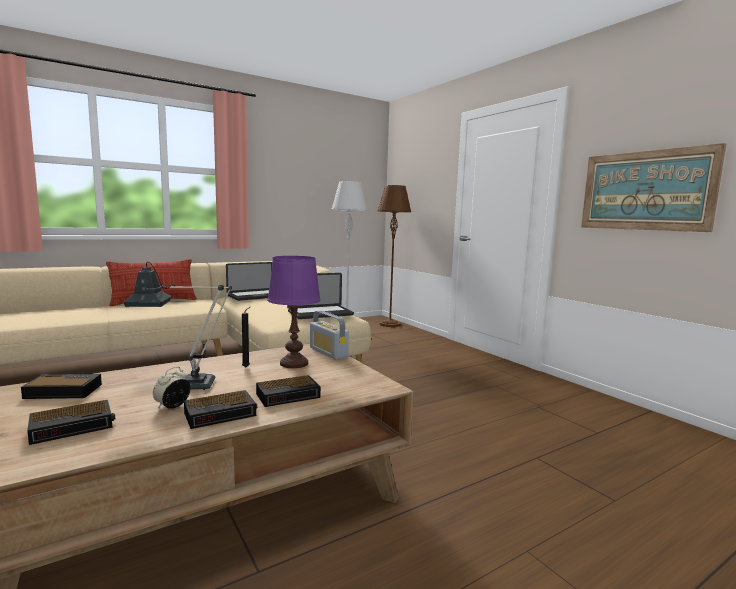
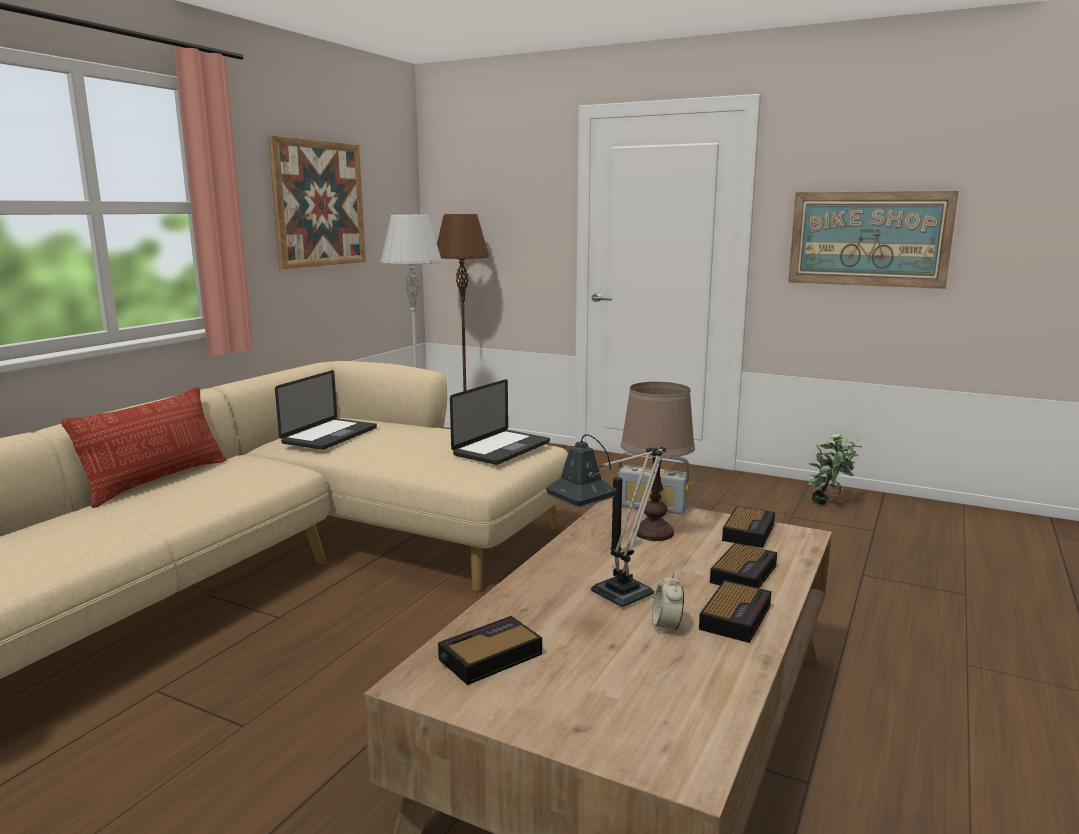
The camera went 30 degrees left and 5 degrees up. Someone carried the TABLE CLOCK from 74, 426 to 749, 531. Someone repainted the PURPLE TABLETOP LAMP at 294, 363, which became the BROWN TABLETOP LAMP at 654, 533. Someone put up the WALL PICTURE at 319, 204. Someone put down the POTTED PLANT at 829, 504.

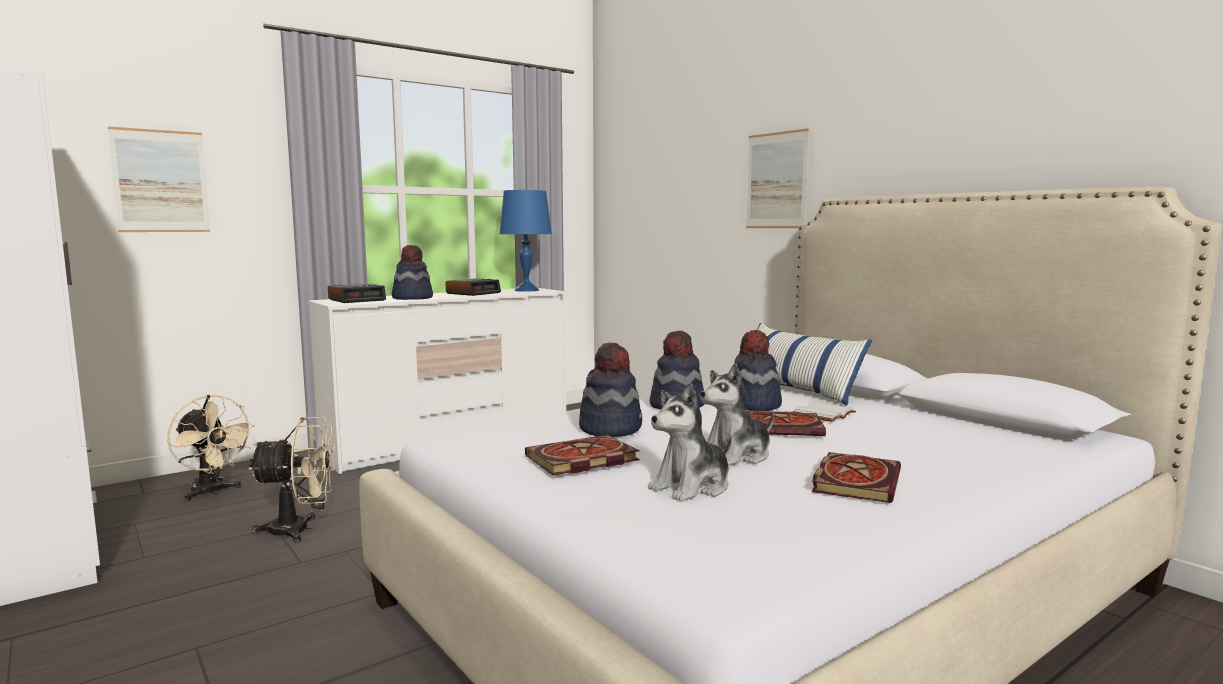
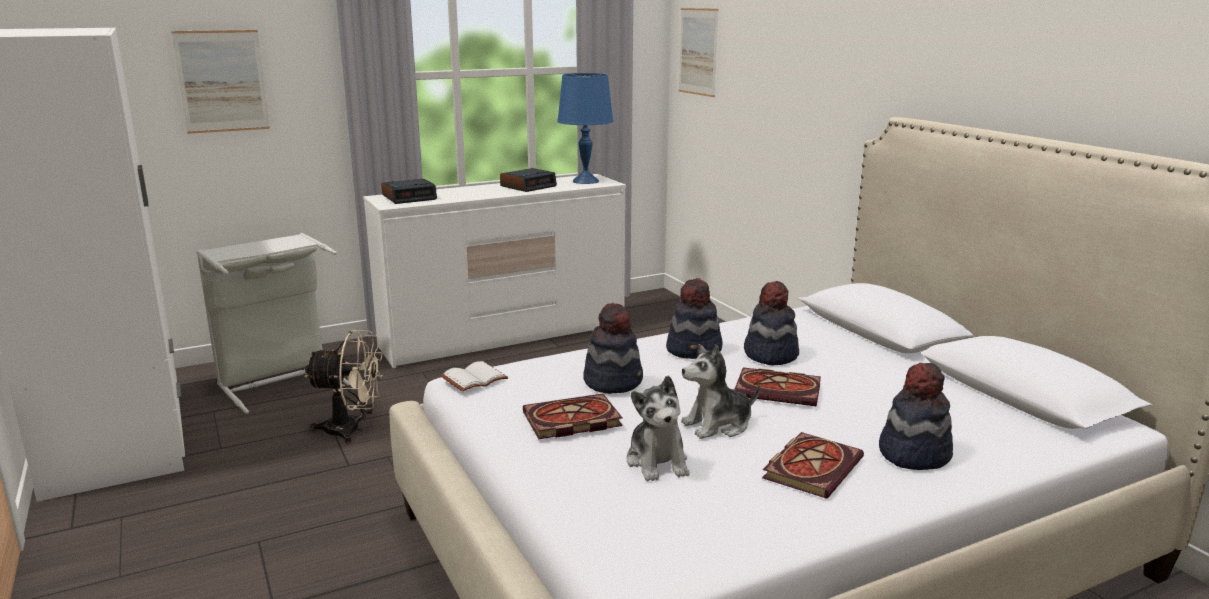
The camera went 10 degrees right and 10 degrees up. Someone swapped the SAND-COLOURED COOLING FAN at 212, 492 for the GRAY HAMPER at 279, 381. Someone carried the WEARABLE HAT from 412, 298 to 913, 453. Someone rotated the SOFT TOY at 692, 487 by 75 degrees counterclockwise. Someone carried the WALL PICTURE from 776, 180 to 698, 51. Someone took away the CUSHION at 797, 390. Someone carried the WHITE BOUND BOOK from 822, 414 to 474, 378.

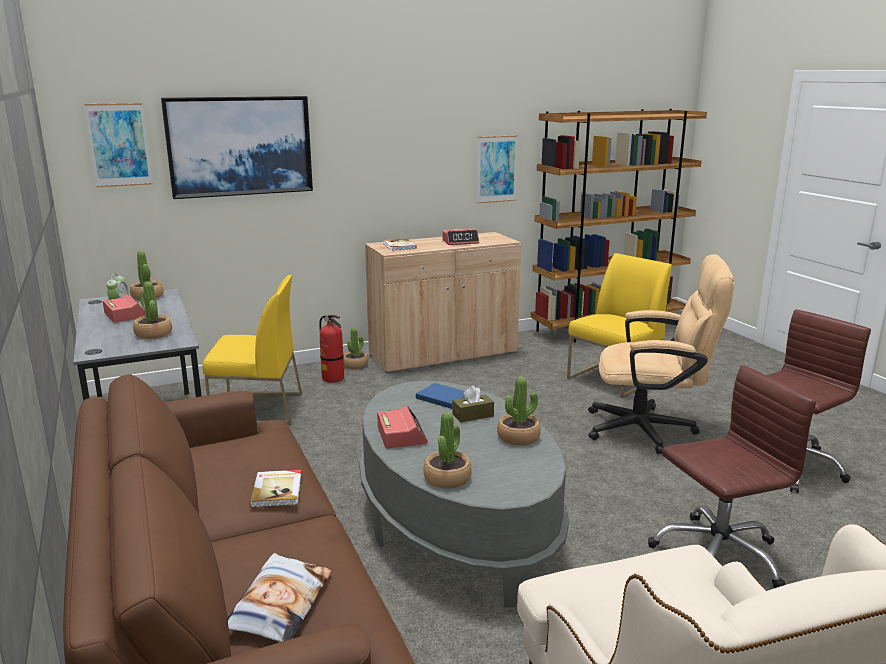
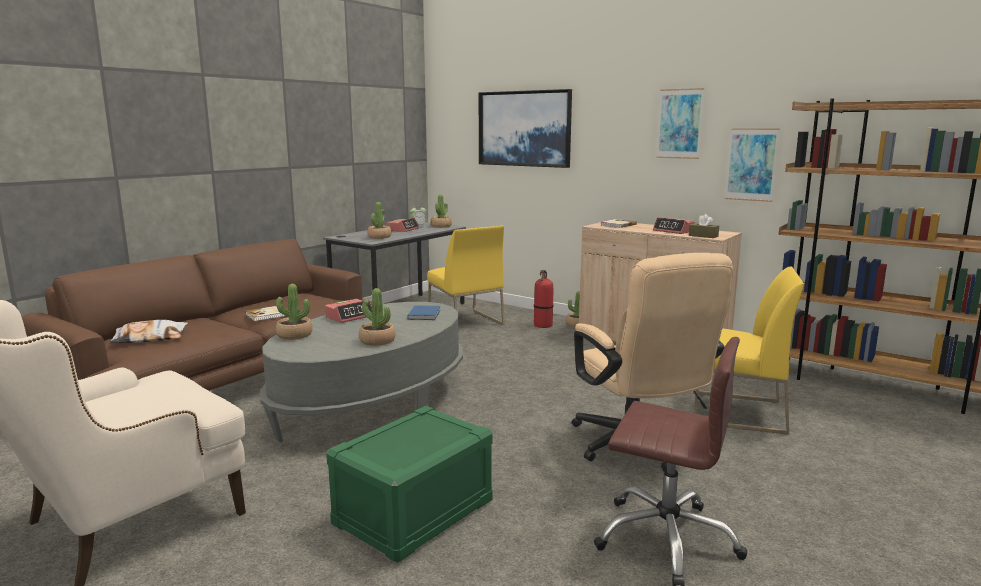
The camera went 60 degrees right and 5 degrees down. Someone carried the WALL PICTURE from 119, 145 to 679, 124. Someone carried the BROWN TISSUE BOX from 473, 415 to 703, 236. Someone swapped the BROWN DESK CHAIR at 717, 555 for the GREENISH STORAGE BOX at 414, 513.

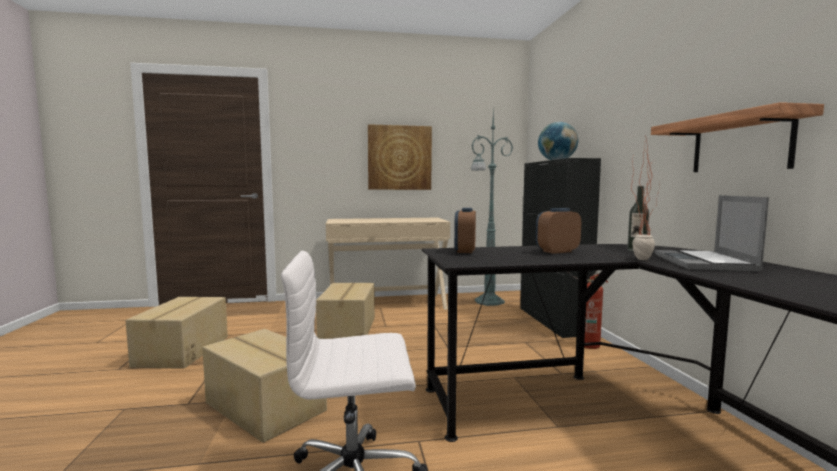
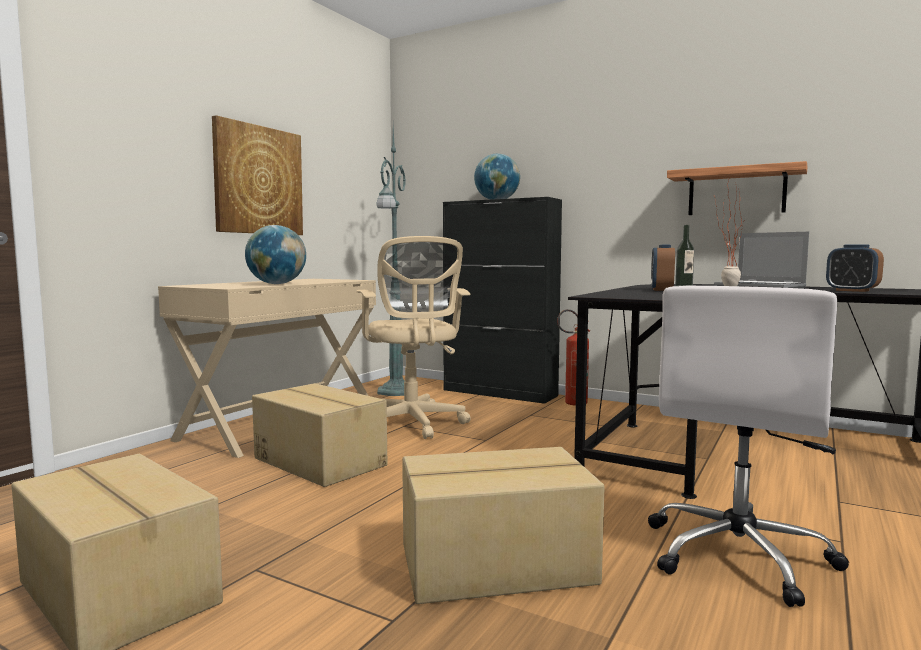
The camera went 50 degrees left and 0 degrees up. Someone carried the TABLE CLOCK from 465, 251 to 852, 290. Someone put down the DESK GLOBE at 277, 284. Someone put down the SAND-COLOURED DESK CHAIR at 413, 424.

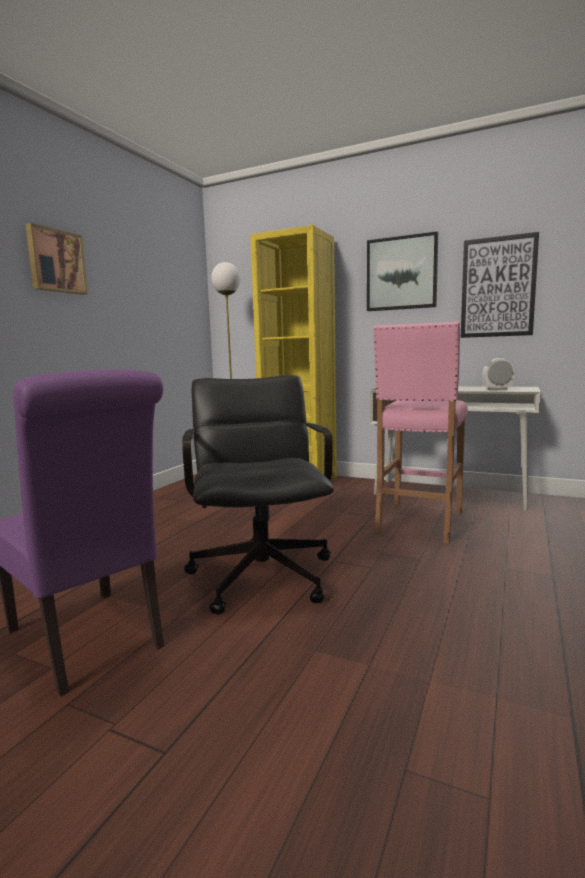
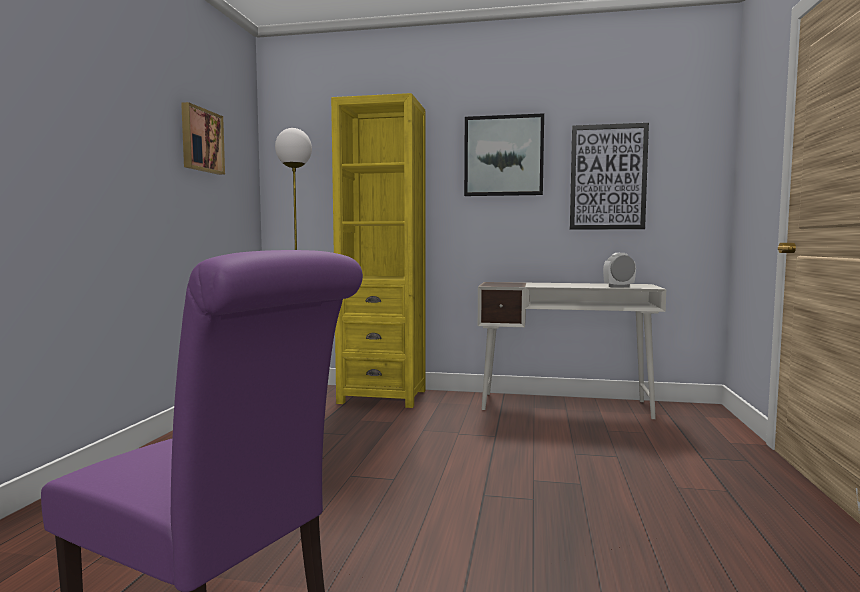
The camera went 15 degrees left and 5 degrees down. Someone carried the WALL PICTURE from 56, 261 to 201, 140. Someone took away the BLACK DESK CHAIR at 261, 570. Someone took away the PINK-COLOURED SITTING STOOL at 419, 523.

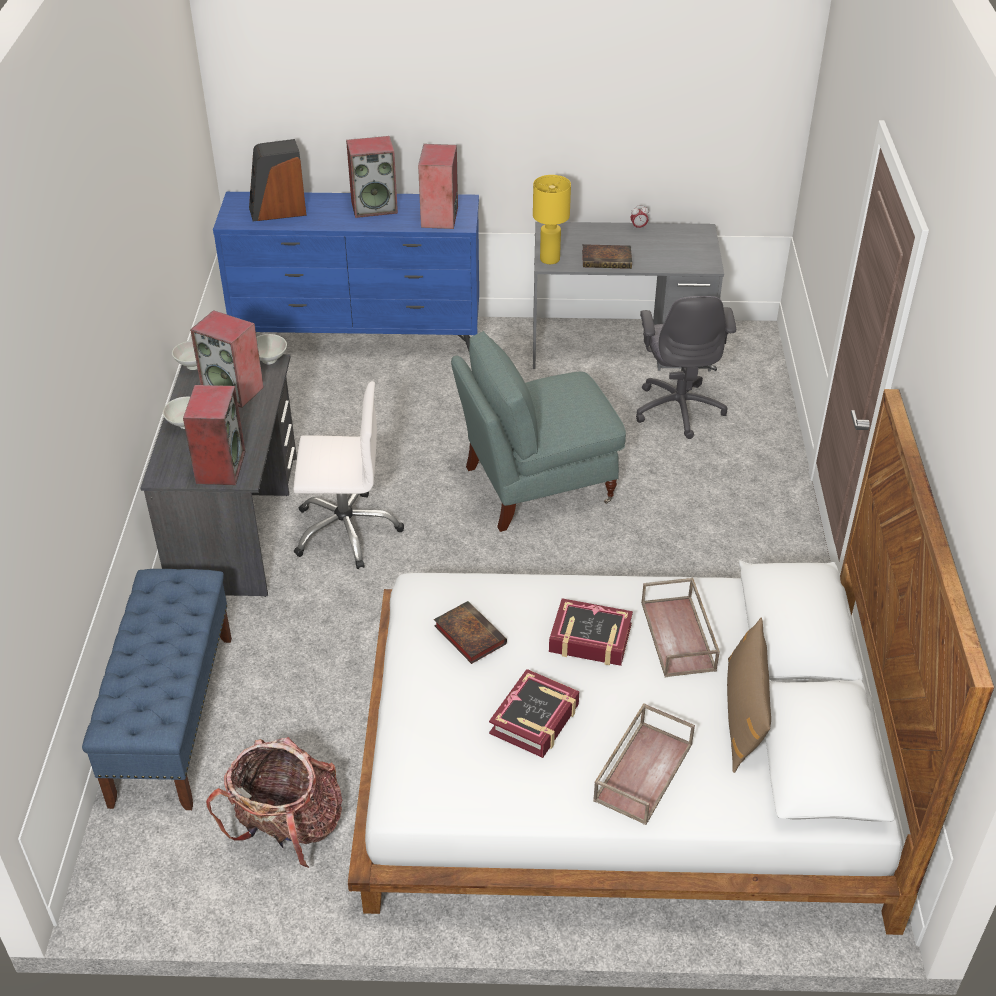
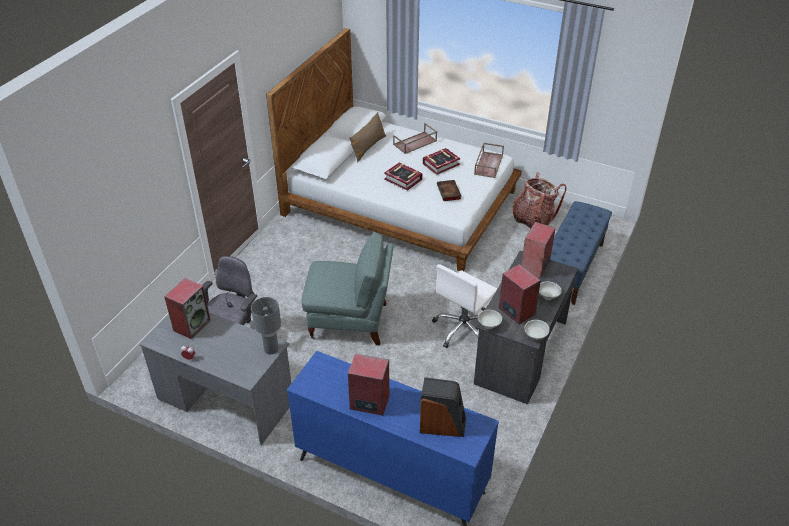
The camera went 155 degrees left and 0 degrees up. Someone rotated the WHITE DESK CHAIR at 346, 530 by 75 degrees counterclockwise. Someone carried the LOUDSPEAKER from 440, 217 to 192, 325. Someone repainted the YELLOW TABLETOP LAMP at 549, 259, which became the GRAY TABLETOP LAMP at 271, 349. Someone took away the BOUND BOOK at 608, 259. Someone carried the BROWN TRAY from 679, 636 to 488, 164.

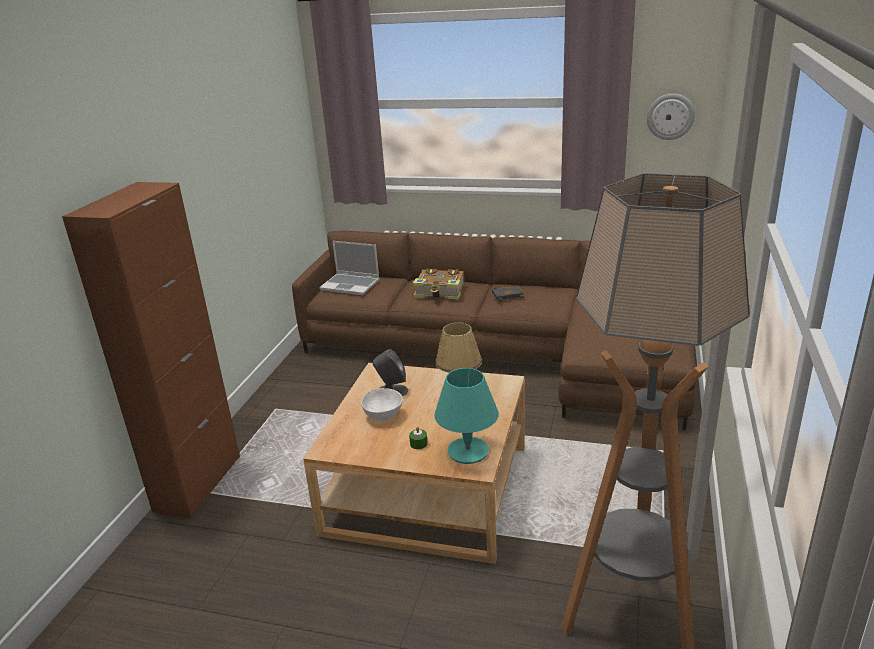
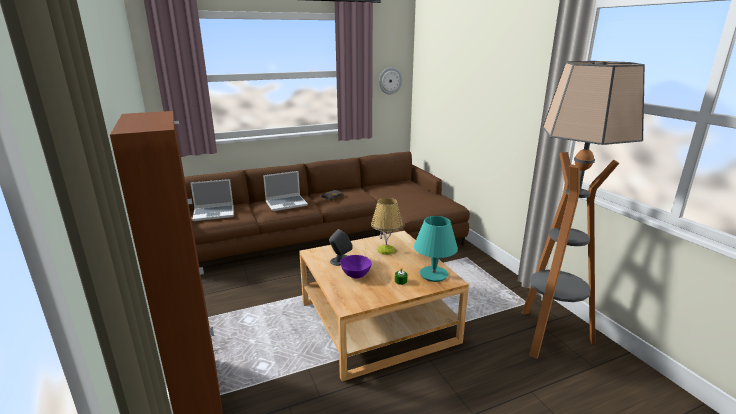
The camera went 40 degrees left and 5 degrees down. Someone repainted the WHITE BOWL at 383, 415, which became the PURPLE BOWL at 355, 274. Someone swapped the BOUND BOOK at 440, 292 for the LAPTOP at 286, 203.

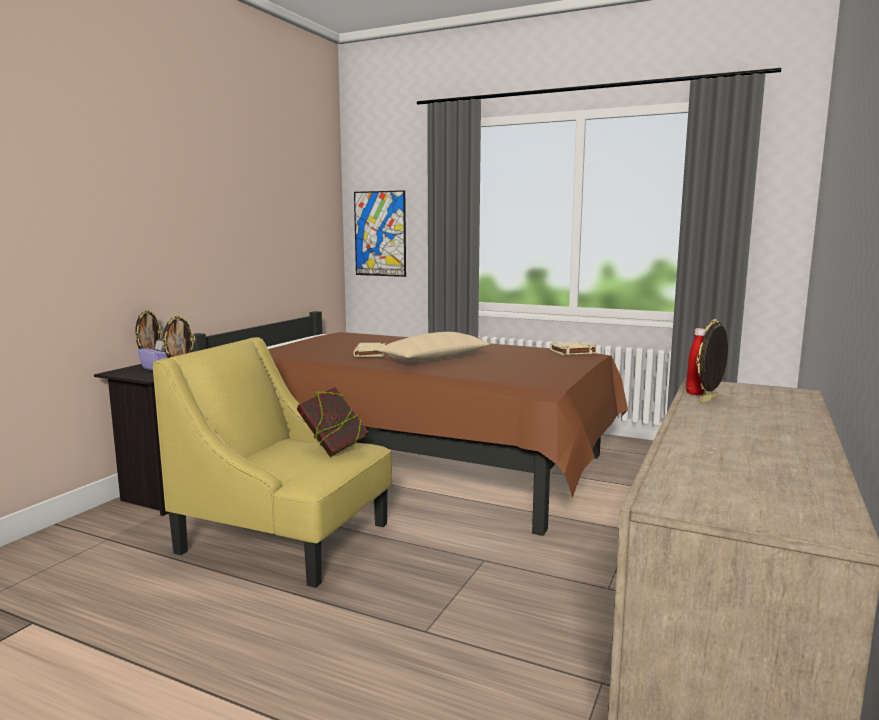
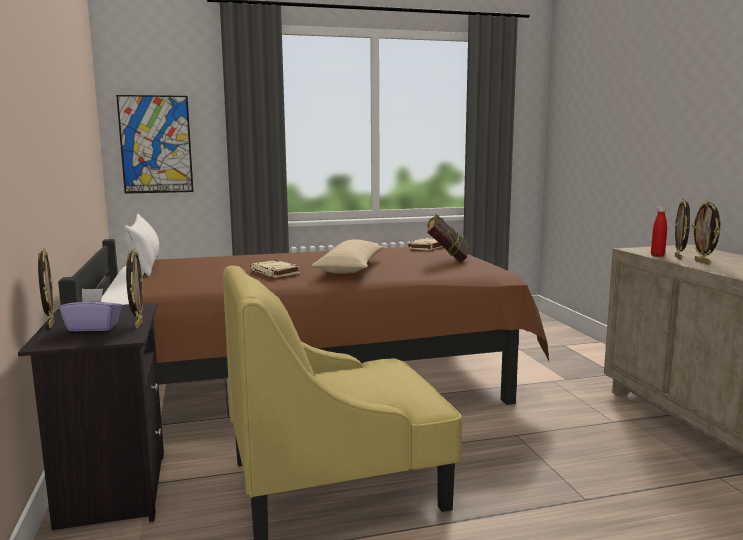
The camera went 40 degrees left and 0 degrees up. Someone carried the BOUND BOOK from 333, 449 to 447, 260. Someone put down the WHITE CUSHION at 145, 266. Someone put down the STANDING FRAME at 703, 262.

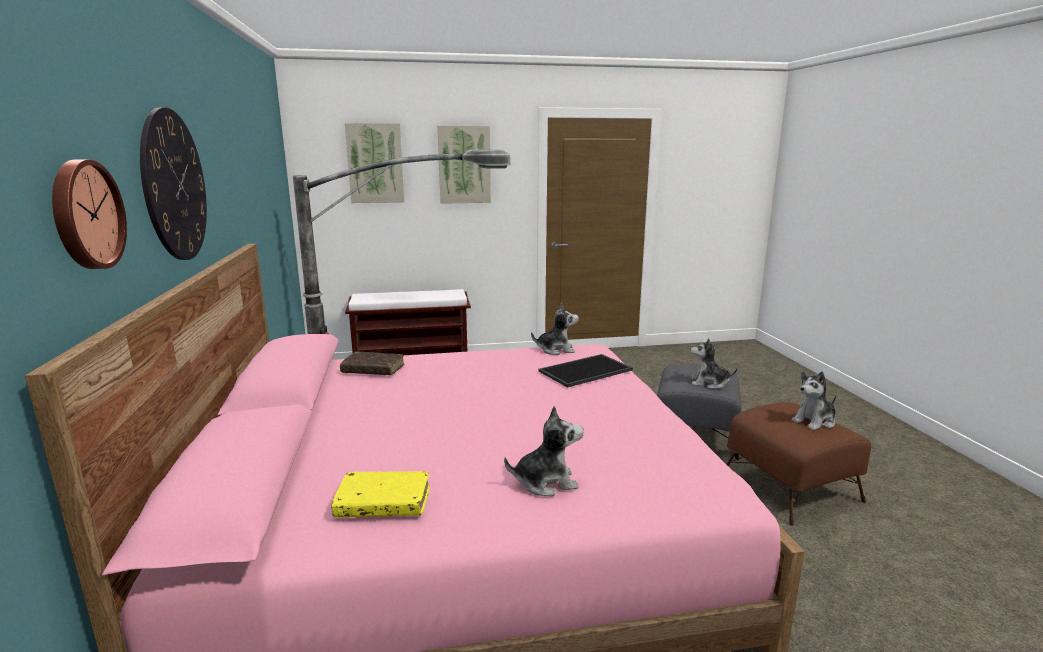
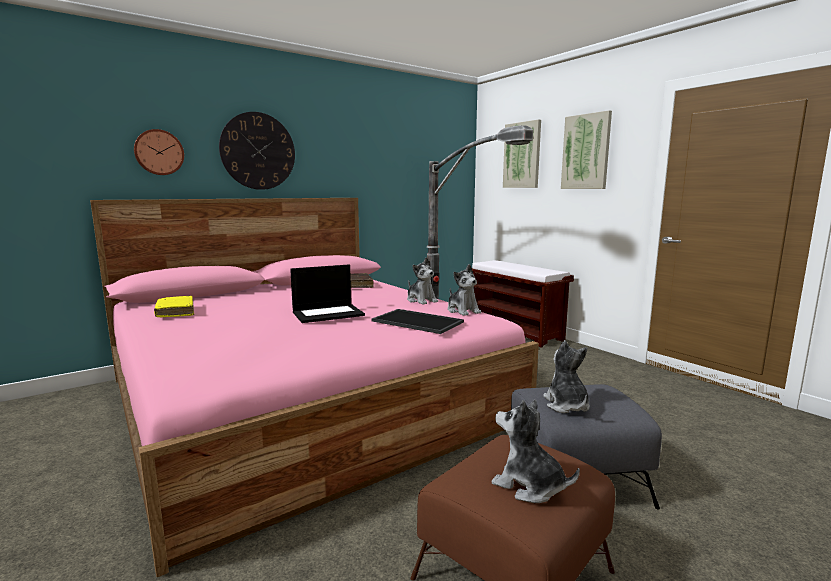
The camera went 65 degrees right and 5 degrees down. Someone carried the SOFT TOY from 546, 482 to 421, 300. Someone put down the LAPTOP at 328, 313.

